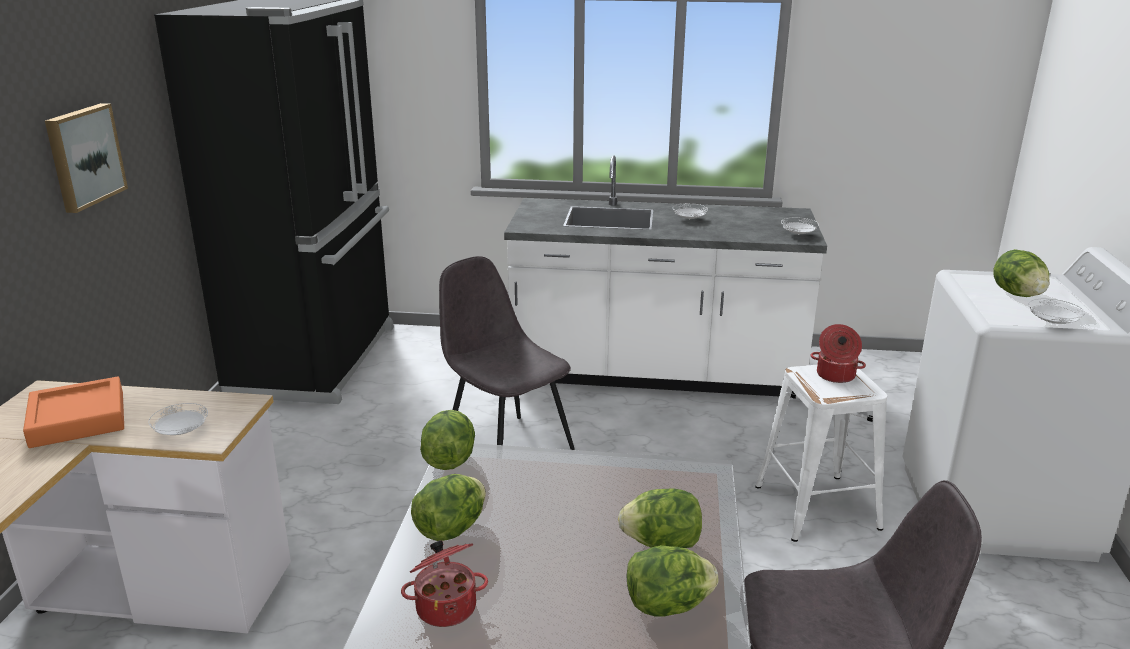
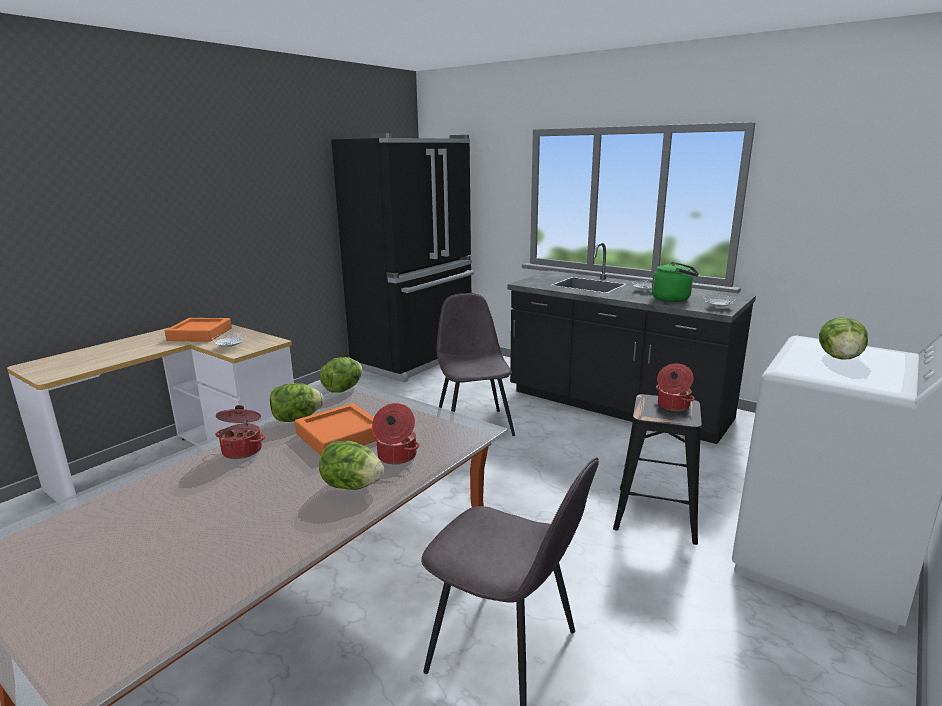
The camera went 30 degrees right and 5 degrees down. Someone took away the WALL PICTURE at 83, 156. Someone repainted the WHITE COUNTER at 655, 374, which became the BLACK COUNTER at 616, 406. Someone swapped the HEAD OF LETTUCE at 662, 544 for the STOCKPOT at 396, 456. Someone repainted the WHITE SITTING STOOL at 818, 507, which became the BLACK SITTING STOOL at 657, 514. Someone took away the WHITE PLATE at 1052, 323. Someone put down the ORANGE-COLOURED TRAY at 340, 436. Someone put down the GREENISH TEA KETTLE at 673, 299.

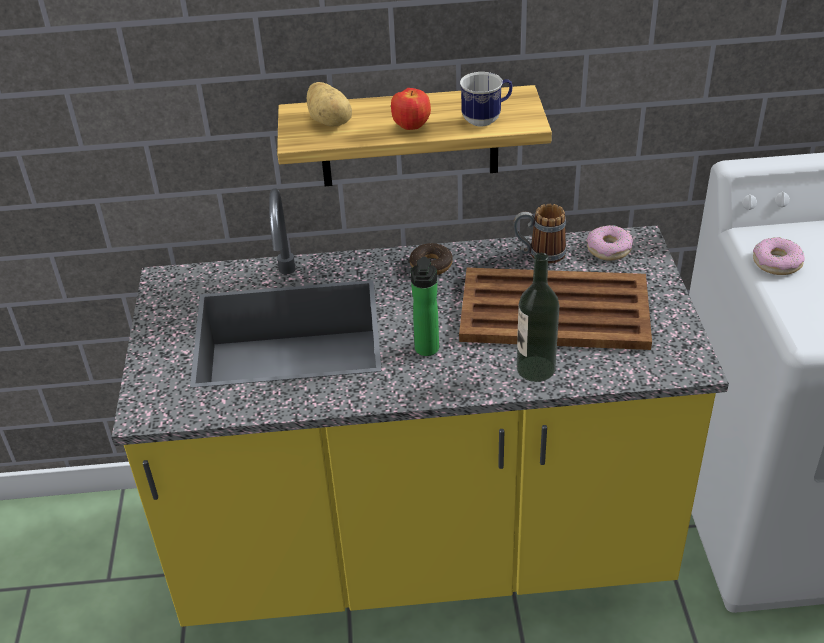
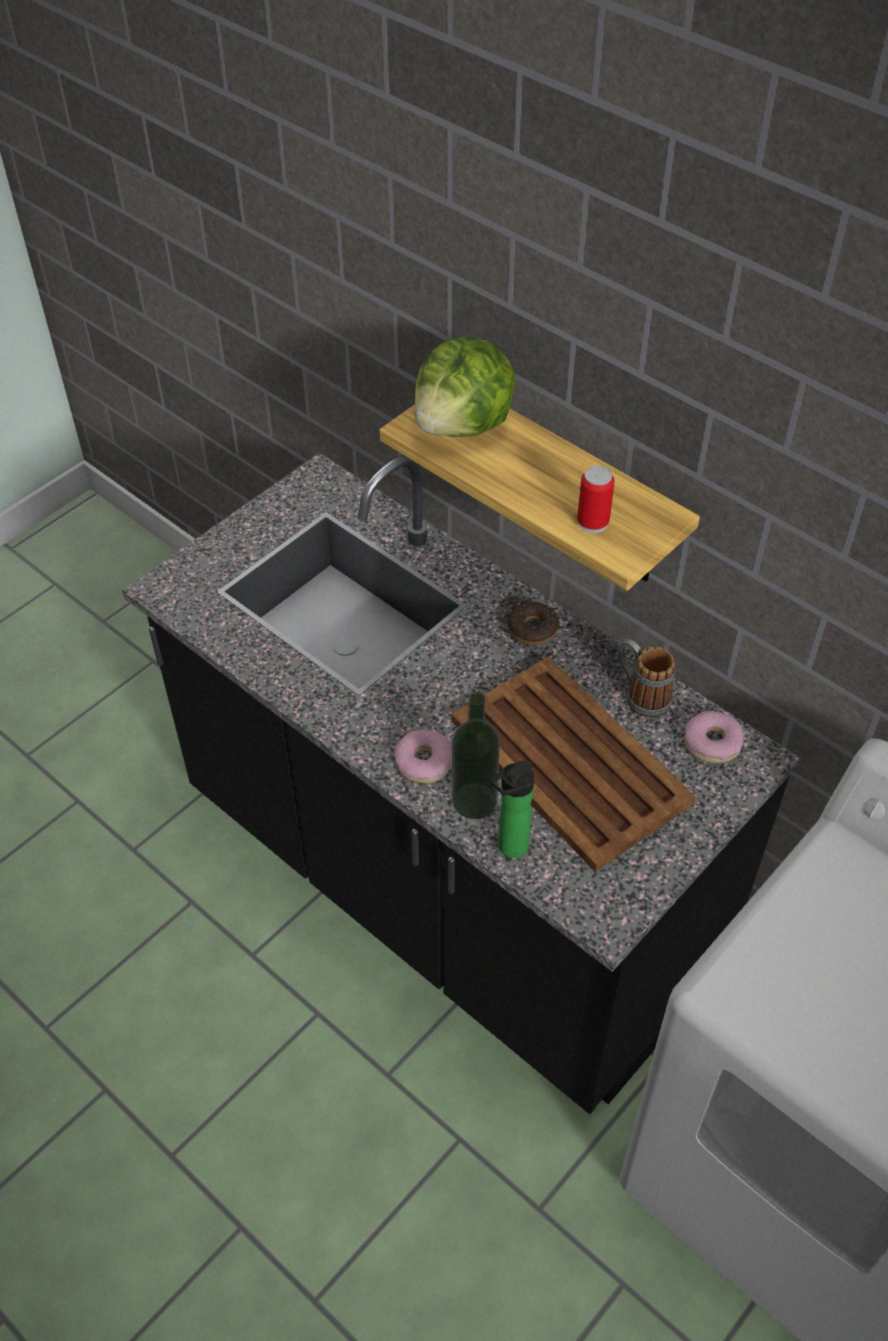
The camera went 45 degrees right and 10 degrees up. Someone repainted the YELLOW COUNTER at 423, 549, which became the BLACK COUNTER at 444, 887. Someone swapped the WHOLE POTATO at 330, 121 for the HEAD OF LETTUCE at 464, 426. Someone took away the WHOLE APPLE at 411, 127. Someone carried the BEVERAGE BOTTLE from 426, 351 to 509, 848. Someone swapped the TEA MUG at 486, 119 for the METAL CAN at 593, 522. Someone carried the DONUT from 777, 263 to 424, 762.

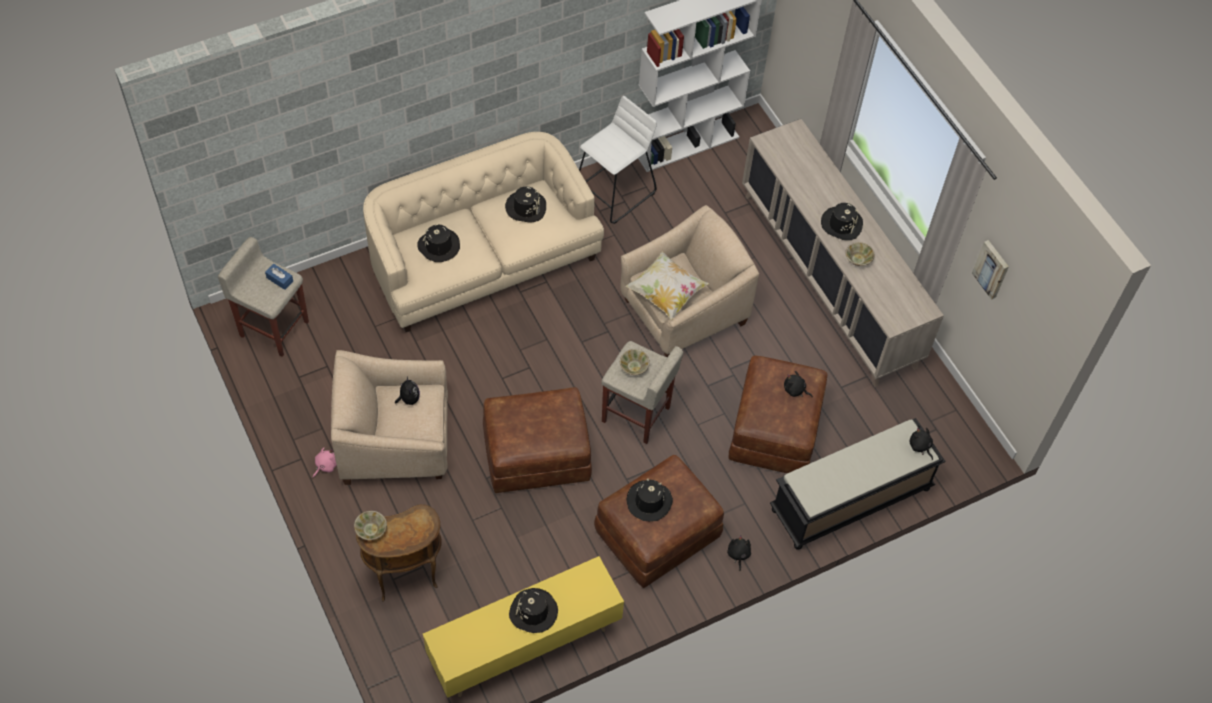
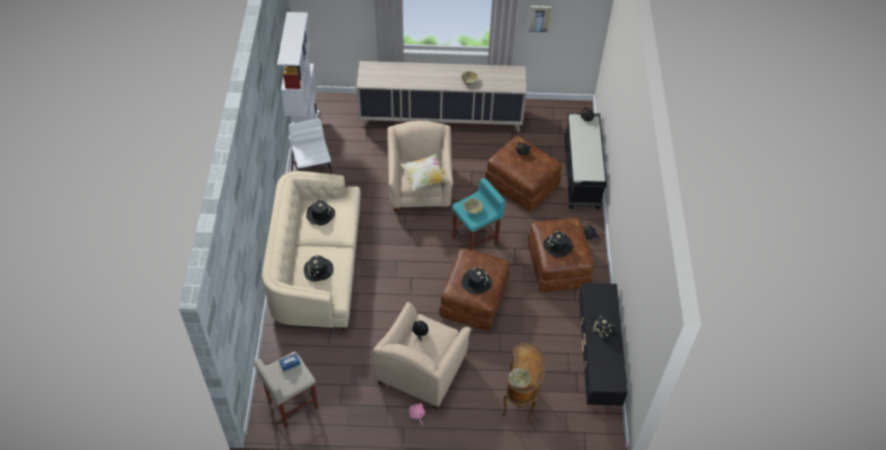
The camera went 60 degrees left and 5 degrees down. Someone repainted the YELLOW TV STAND at 523, 646, which became the BLACK TV STAND at 596, 360. Someone repainted the SAND-COLOURED SITTING STOOL at 636, 415, which became the TURQUOISE SITTING STOOL at 475, 241. Someone carried the BLACK WEARABLE HAT from 841, 224 to 476, 282.

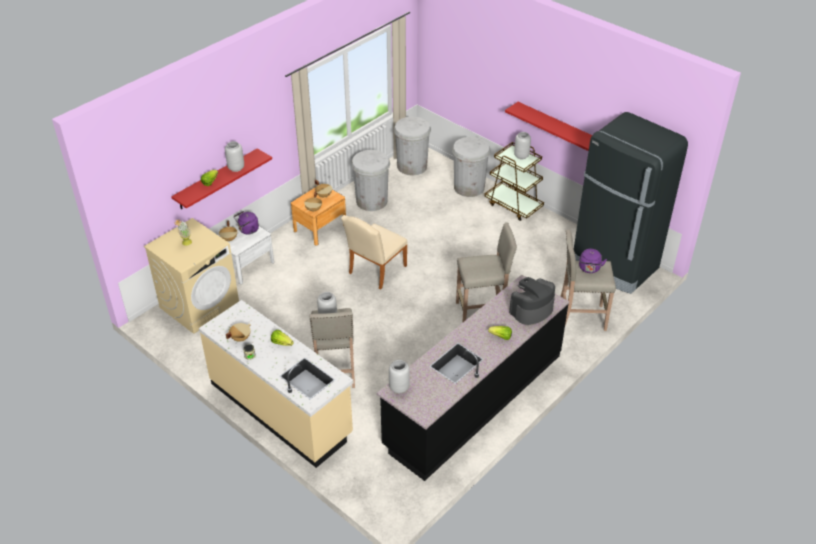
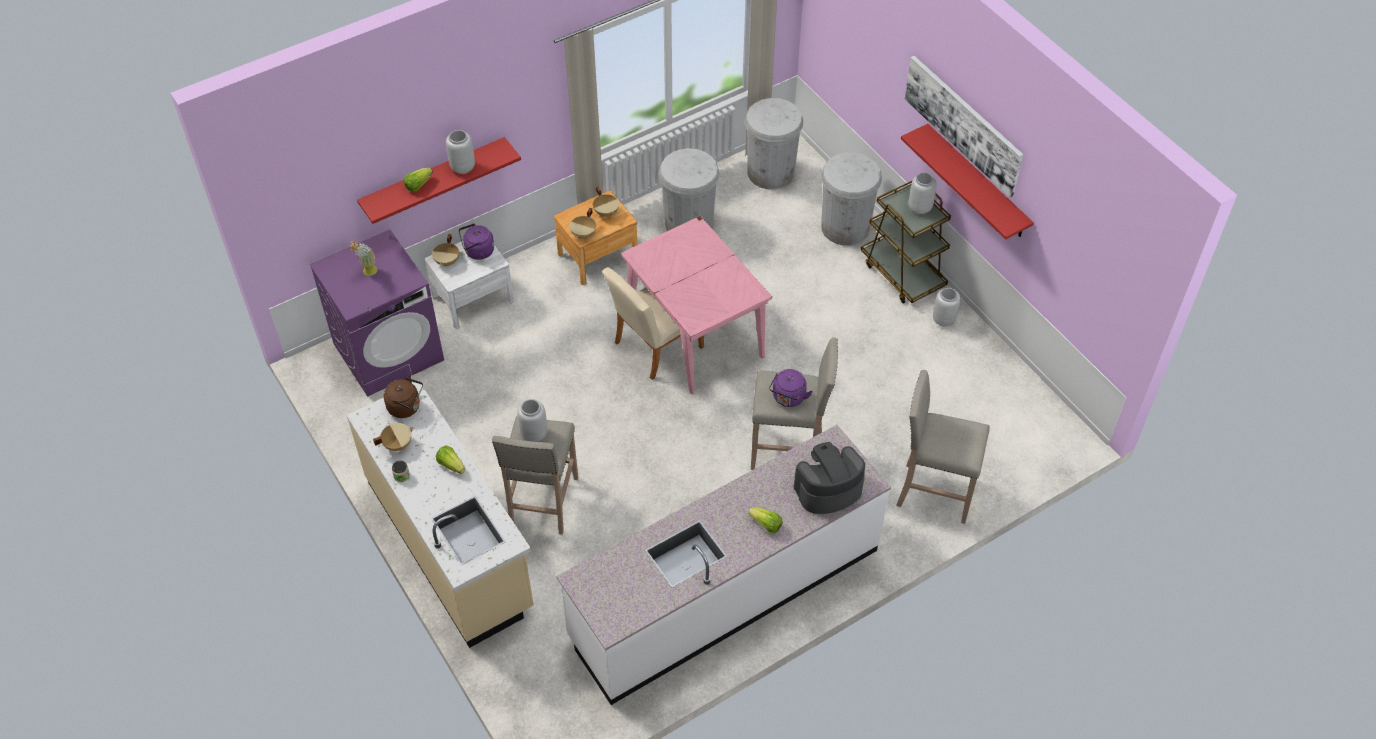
The camera went 15 degrees right and 10 degrees up. Someone repainted the SAND-COLOURED LAUNDRY MACHINE at 200, 305, which became the PURPLE LAUNDRY MACHINE at 389, 351. Someone repainted the BLACK COUNTER at 473, 399, which became the WHITE COUNTER at 724, 593. Someone carried the GRAY FLOWER VASE from 398, 388 to 943, 320. Someone took away the BLACK REFRIGERATOR at 614, 266. Someone carried the PURPLE TEA KETTLE from 589, 269 to 788, 398. Someone put down the BROWN TEA KETTLE at 406, 407. Someone put down the PINK-COLOURED KITCHEN TABLE at 694, 334. Someone put up the WALL PICTURE at 963, 124.

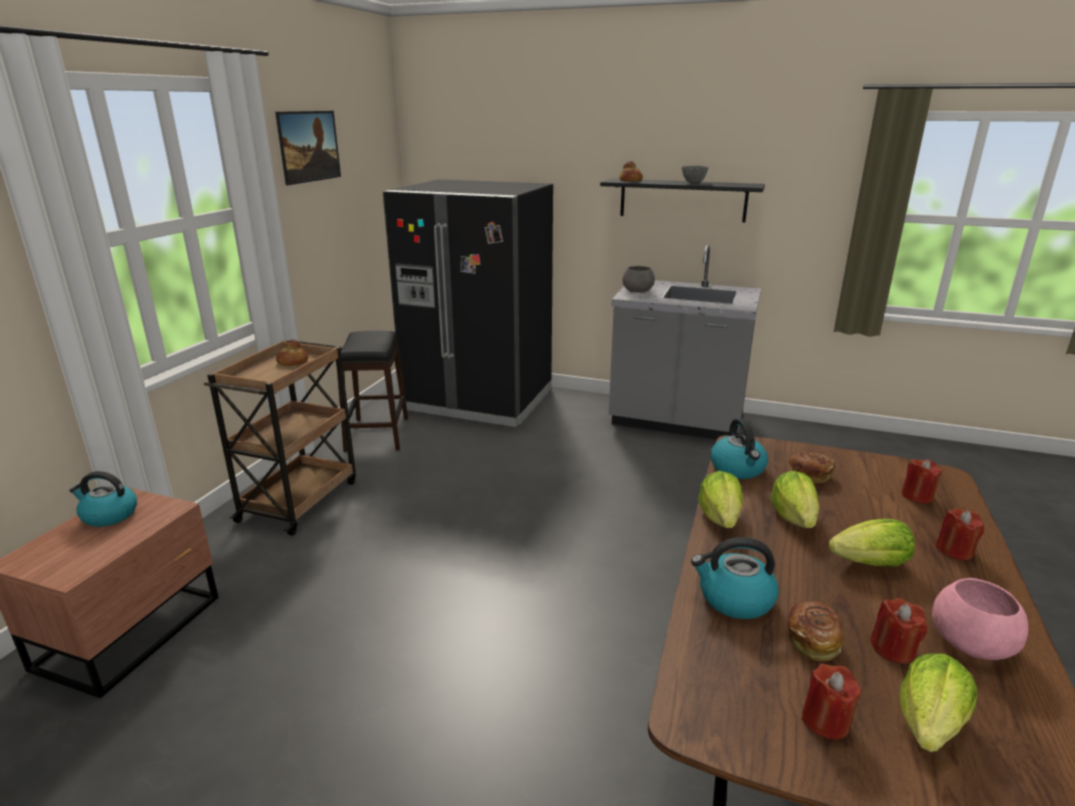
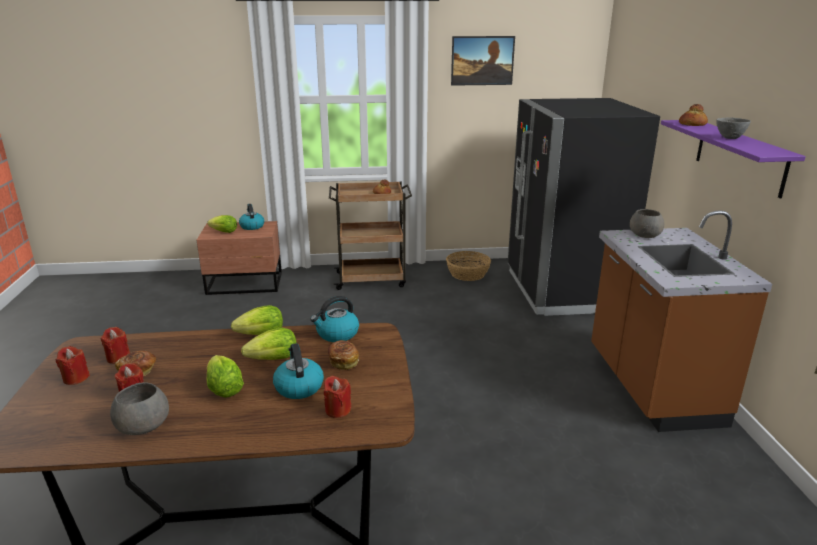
The camera went 65 degrees right and 0 degrees up. Someone swapped the BLACK SITTING STOOL at 378, 434 for the STORAGE BASKET at 467, 274. Someone repainted the BLACK BRACKET SHELF at 682, 200, which became the PURPLE BRACKET SHELF at 739, 156. Someone repainted the GRAY COUNTER at 676, 423, which became the BROWN COUNTER at 651, 388. Someone carried the TEA KETTLE from 734, 599 to 298, 387. Someone carried the HEAD OF LETTUCE from 929, 724 to 224, 232. Someone repainted the PINK-COLOURED BOWL at 973, 643, which became the GRAY BOWL at 142, 426. Someone carried the REDDISH CANDLE from 954, 550 to 118, 357.

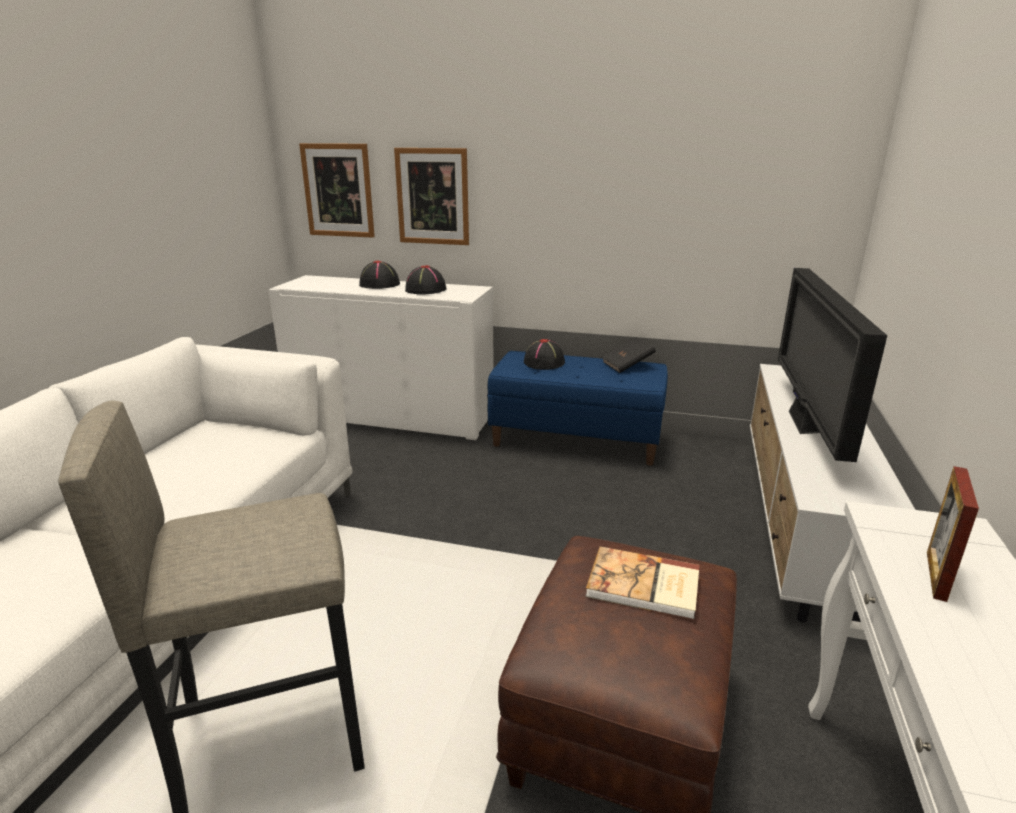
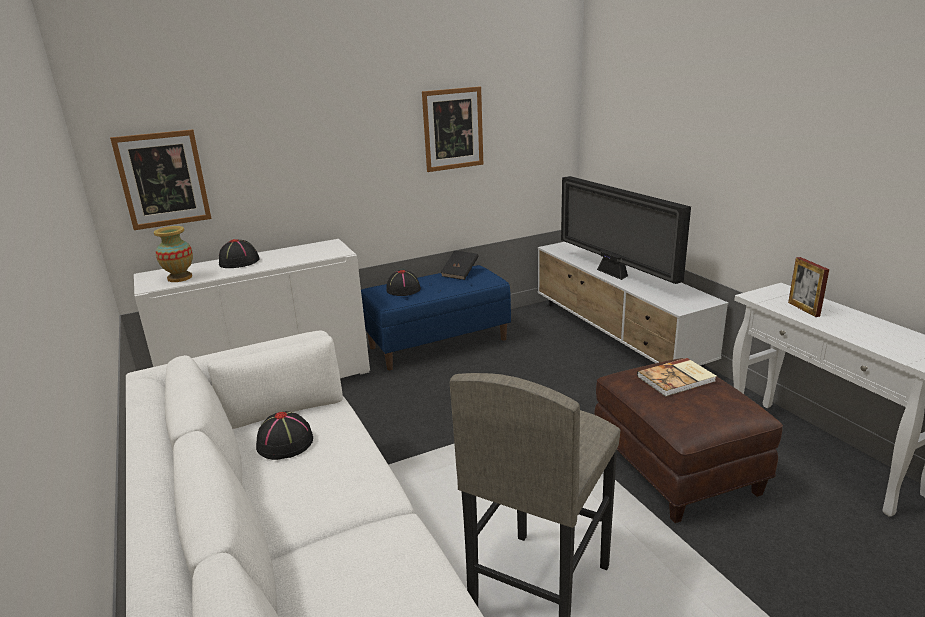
The camera went 40 degrees left and 0 degrees up. Someone carried the WALL PICTURE from 432, 196 to 453, 129. Someone carried the BLACK WEARABLE HAT from 425, 290 to 285, 443. Someone put down the FLOWER VASE at 180, 278.

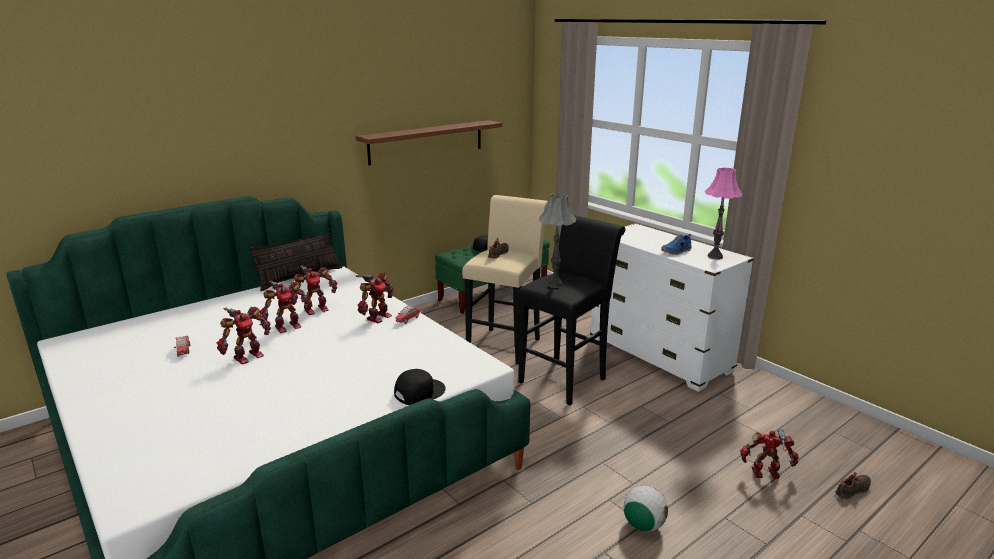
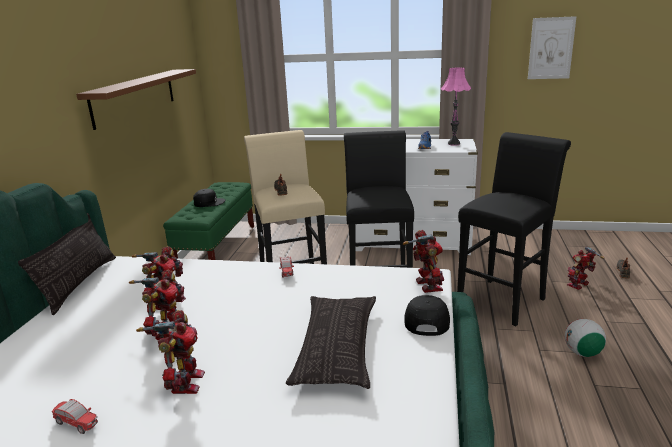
The camera went 40 degrees left and 0 degrees up. Someone carried the MODEL ROBOT from 377, 317 to 426, 286. Someone took away the GRAY TABLETOP LAMP at 555, 284. Someone put down the CUSHION at 337, 347. Someone put down the BLACK SITTING STOOL at 504, 299. Someone put up the WALL PICTURE at 551, 48.

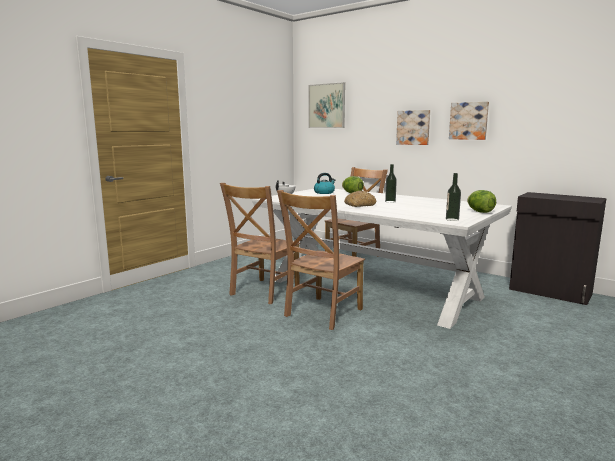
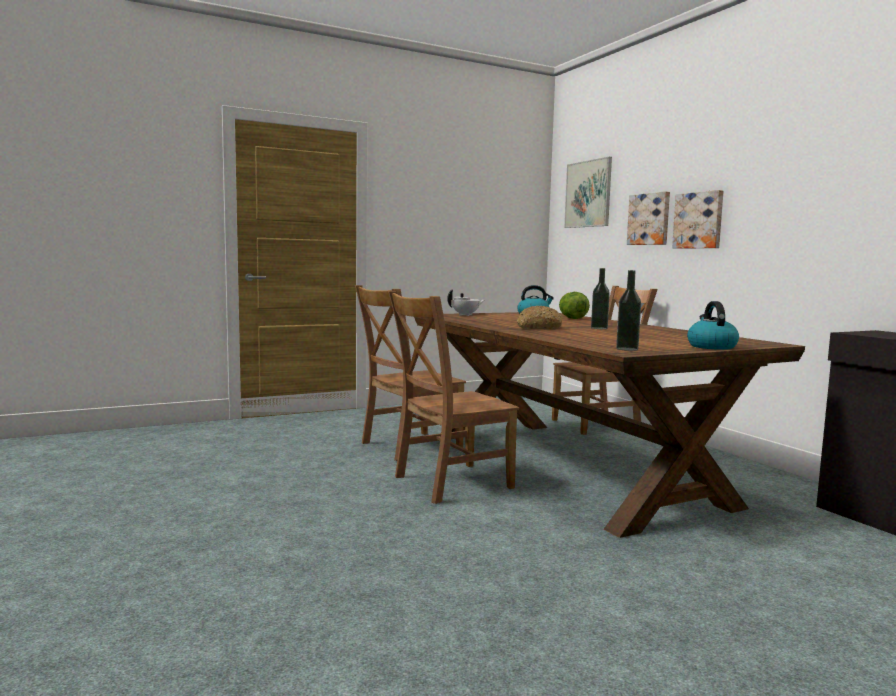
The camera went 25 degrees right and 5 degrees down. Someone repainted the WHITE KITCHEN TABLE at 374, 288, which became the BROWN KITCHEN TABLE at 570, 467. Someone carried the WALL PICTURE from 469, 121 to 649, 219. Someone swapped the HEAD OF LETTUCE at 480, 212 for the TEA KETTLE at 711, 346.

